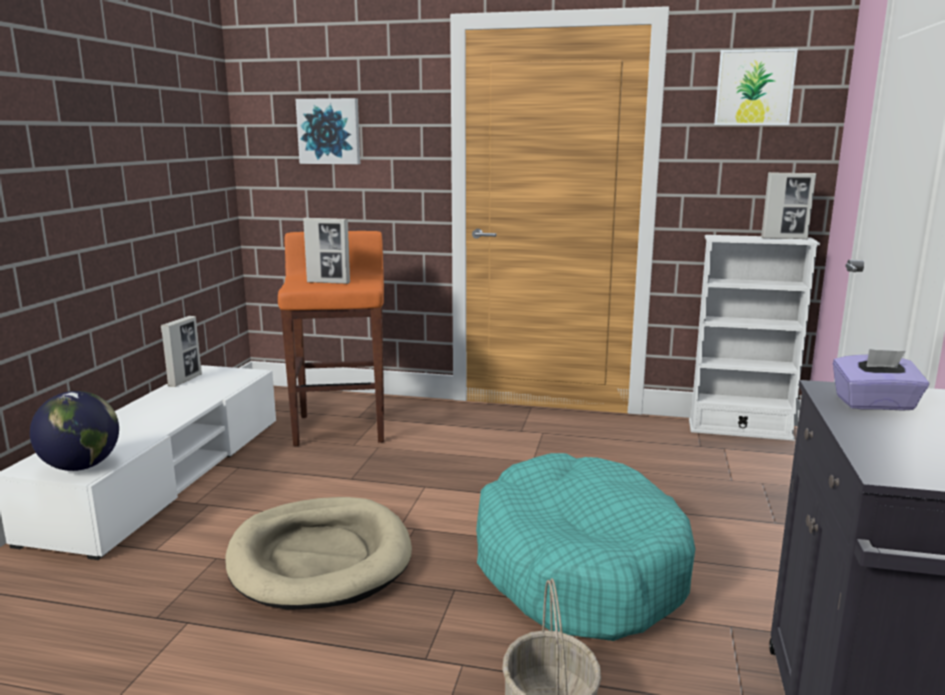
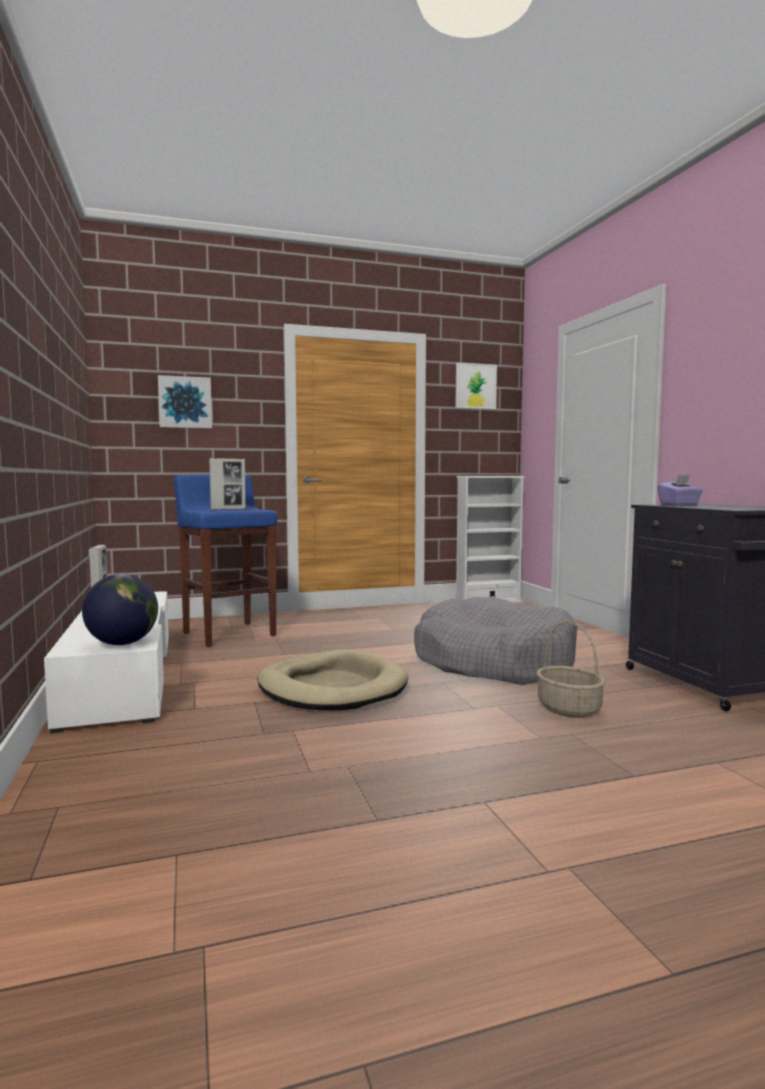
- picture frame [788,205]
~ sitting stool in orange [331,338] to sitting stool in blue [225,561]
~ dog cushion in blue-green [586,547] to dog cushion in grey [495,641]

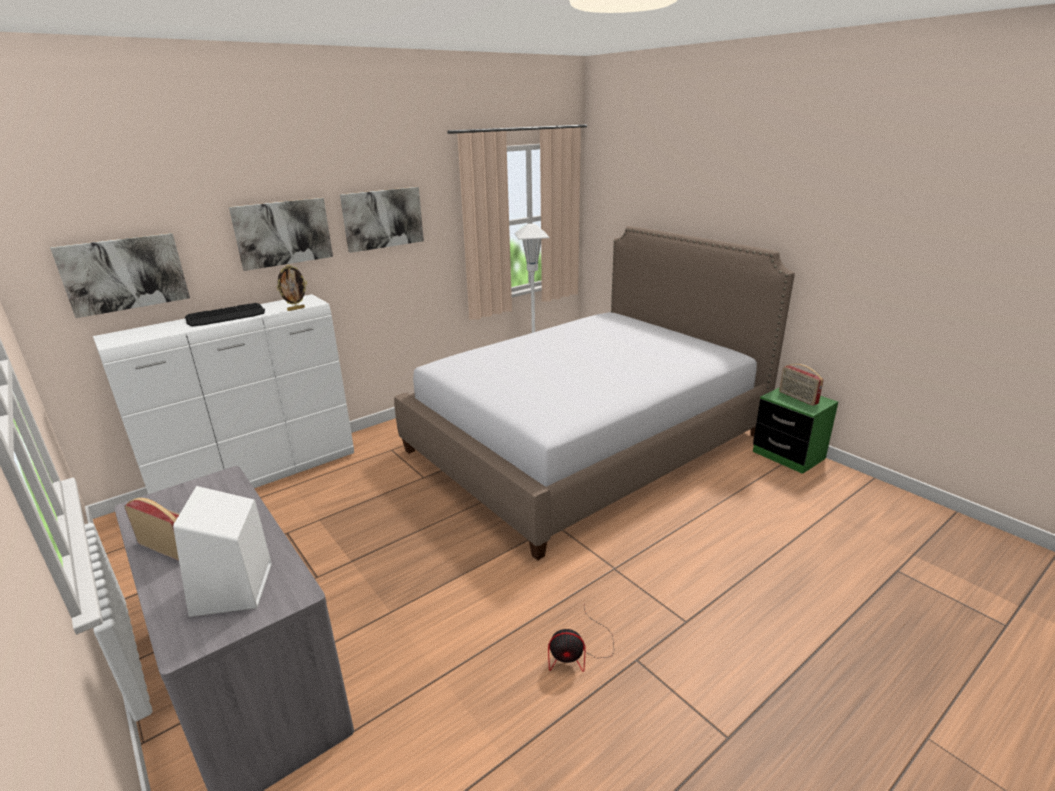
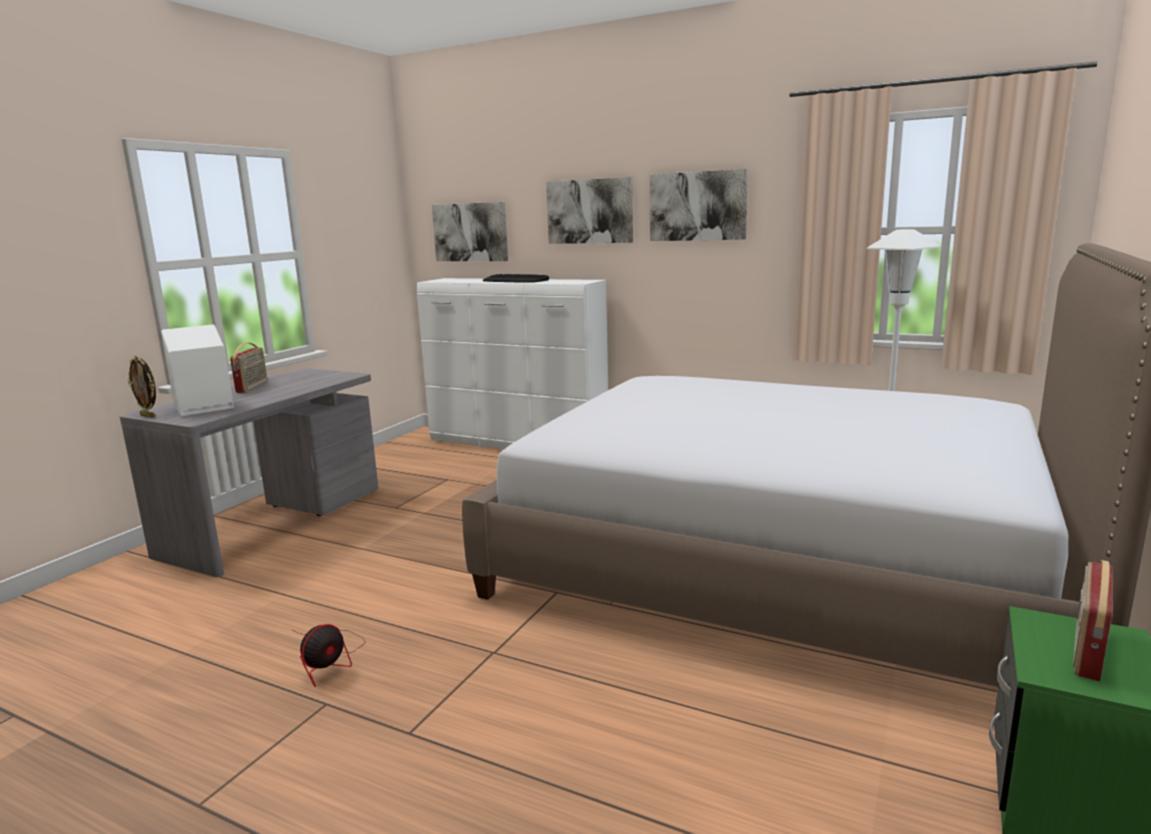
~ picture frame [292,288] to [142,387]
~ electric fan [581,639] = [329,655] 120 degrees counterclockwise

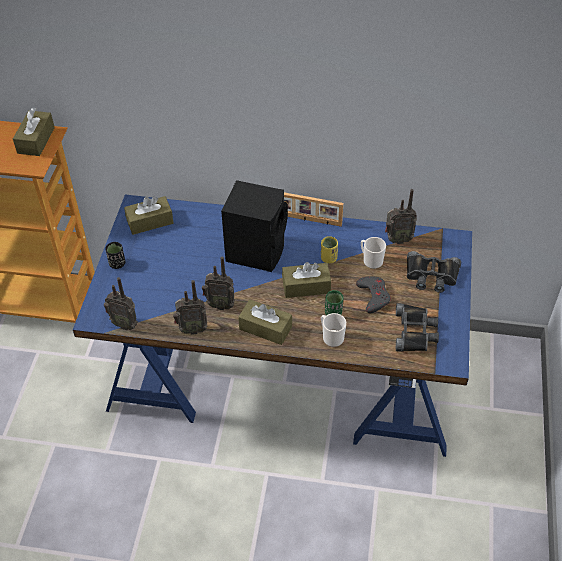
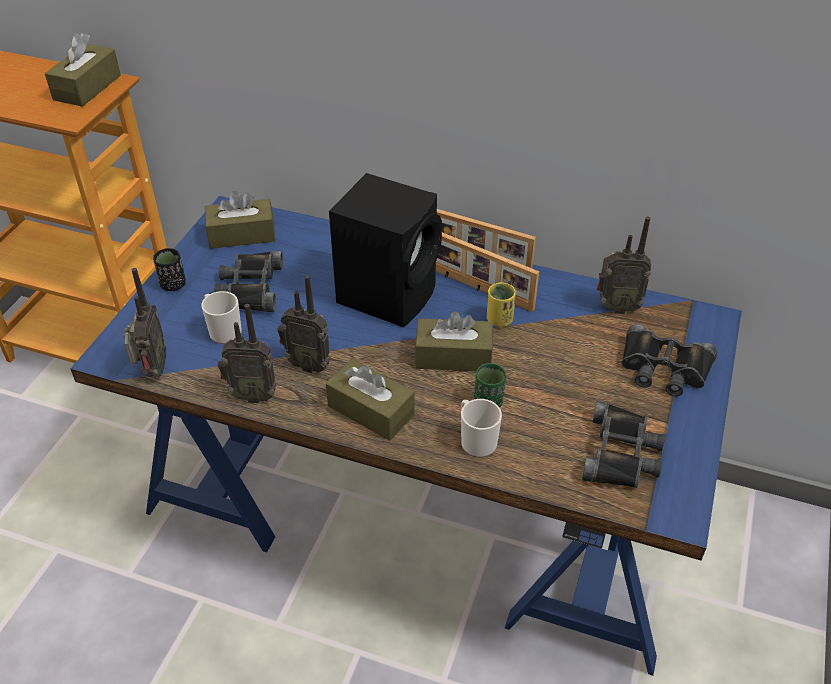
- game controller in grey [373,294]
+ binoculars in black [248,281]
+ picture frame [487,272]
~ coffee mug [373,253] to [221,317]
~ radio receiver [121,303] = [144,322] 120 degrees counterclockwise

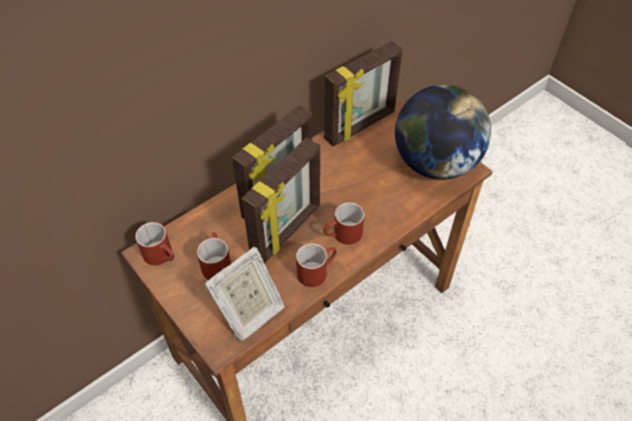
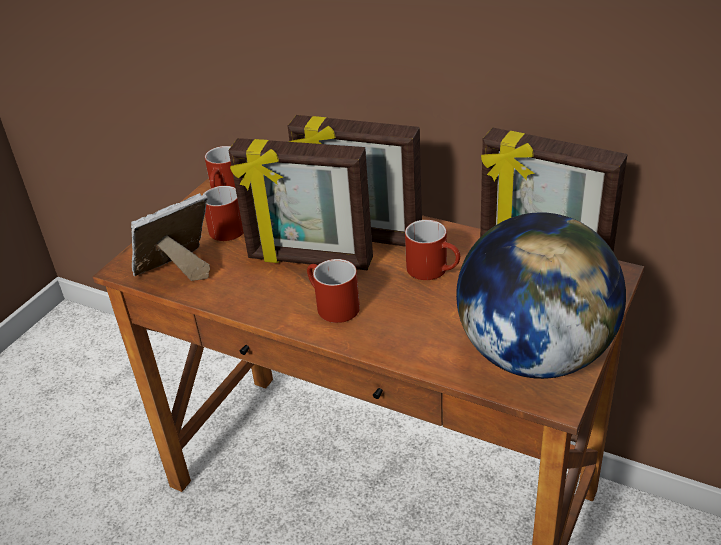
~ coffee mug in reddish [316,265] to [432,250]
~ picture frame [245,294] = [170,237] 120 degrees clockwise

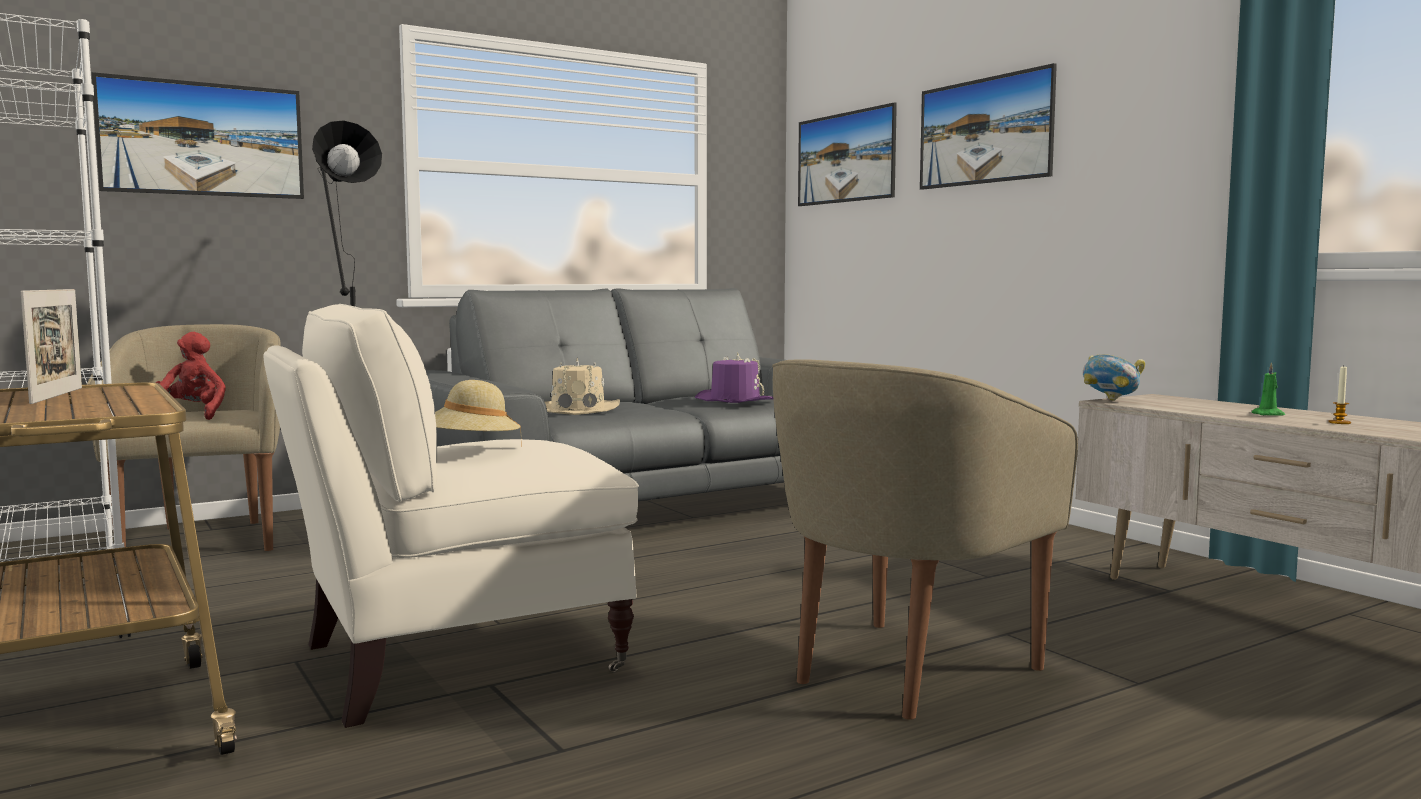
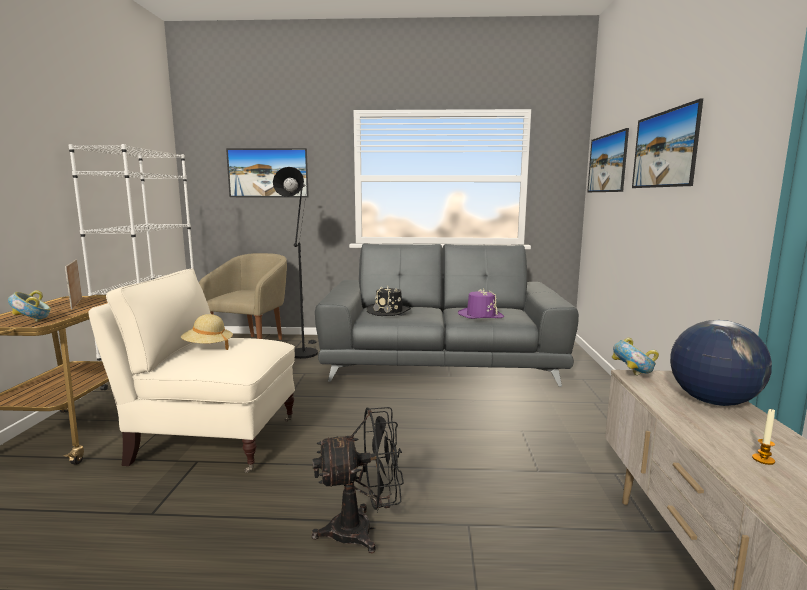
- cuddly toy in reddish [191,376]
- candle in green-coloured [1268,389]
+ deep dish [29,306]
+ globe [721,363]
~ easy chair in beige [925,539] to electric fan in black [357,480]
~ wearable hat in beige [582,386] to wearable hat in black [389,301]
~ picture frame [51,346] = [73,284] 135 degrees clockwise

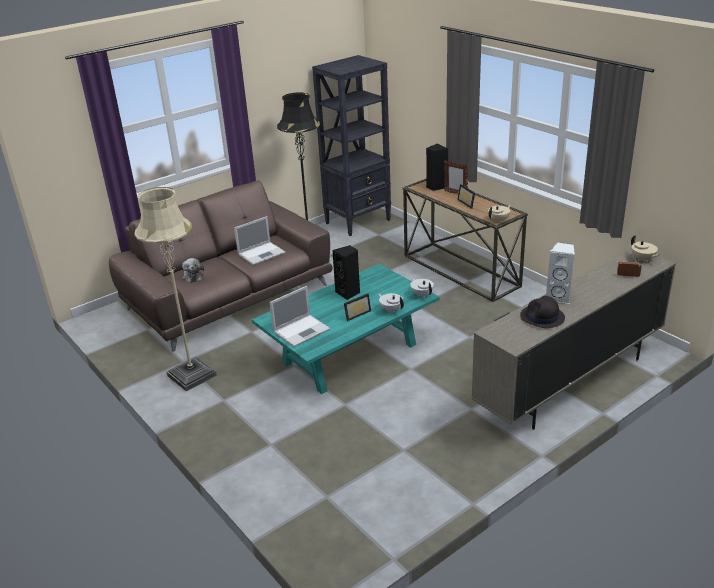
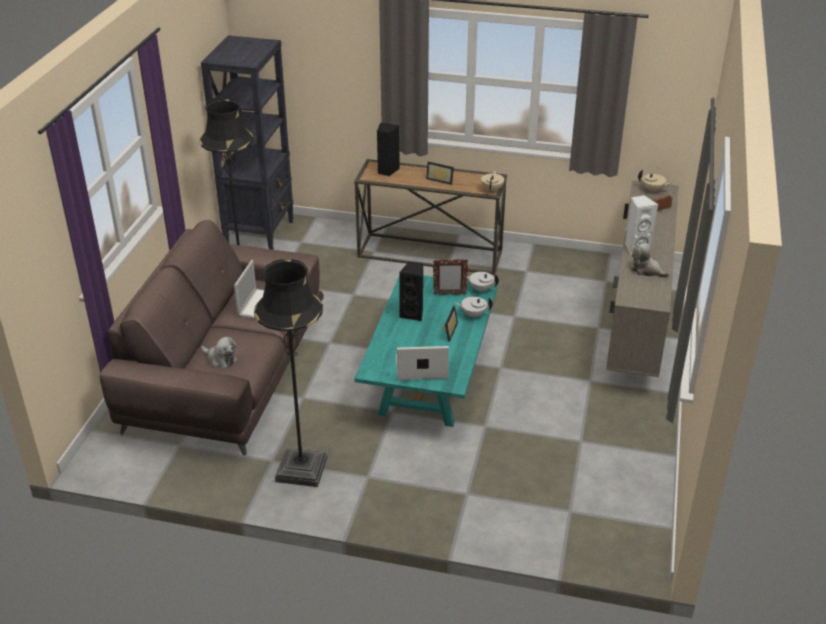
~ picture frame [456,177] to [450,277]
~ wearable hat in black [542,312] to cuddly toy [650,260]
~ standard lamp in beige [175,289] to standard lamp in black [291,373]
~ laptop [300,316] = [422,363] 105 degrees counterclockwise

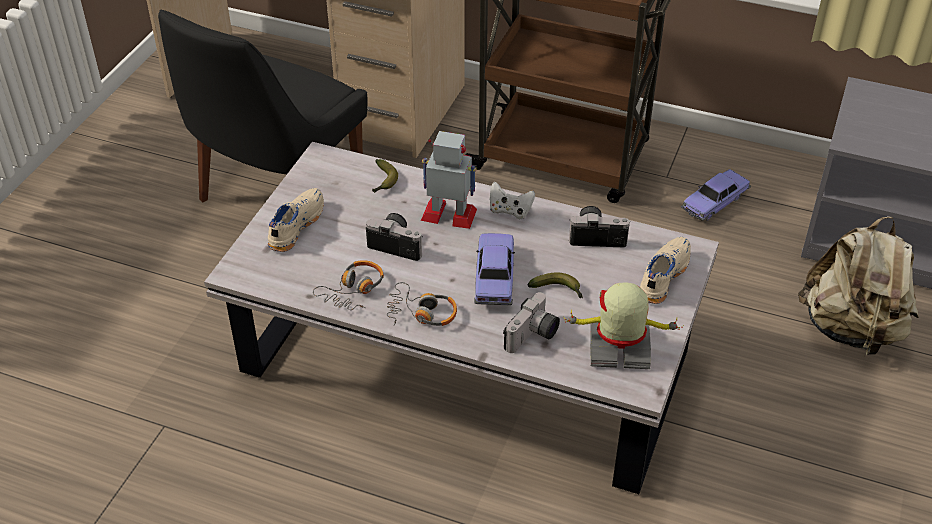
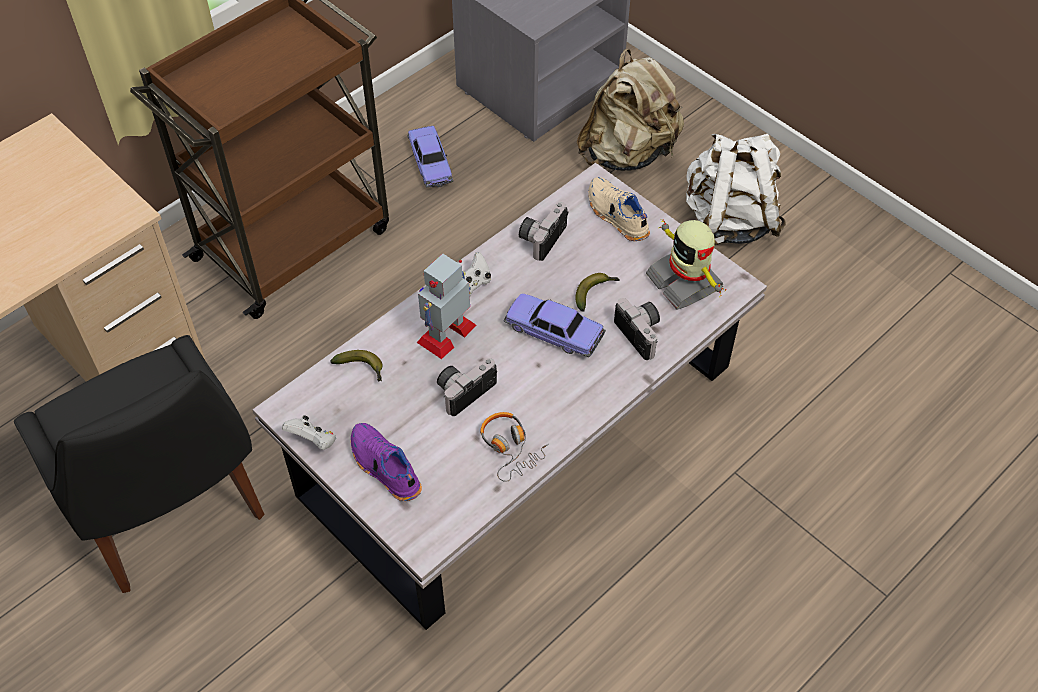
- headphones [422,304]
+ game controller in whitish [309,432]
+ knapsack in whitish [736,189]
~ shoe in beige [296,220] to shoe in purple [386,462]
~ robot figure [623,325] = [686,264] 60 degrees counterclockwise

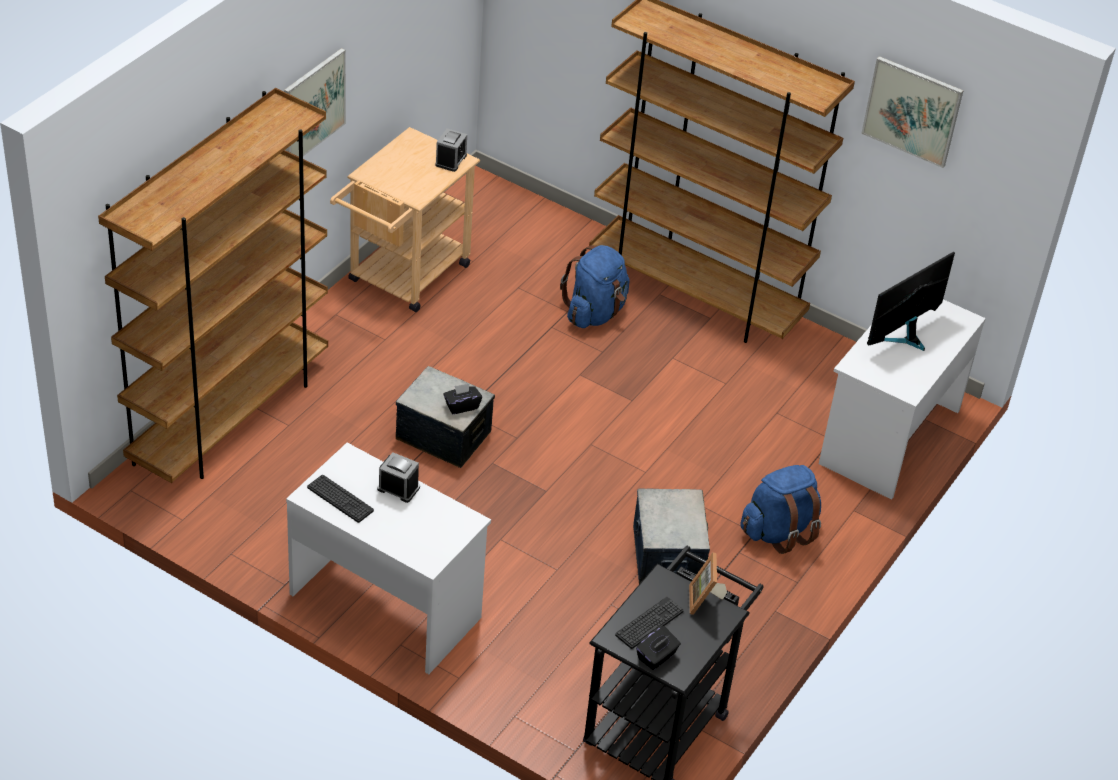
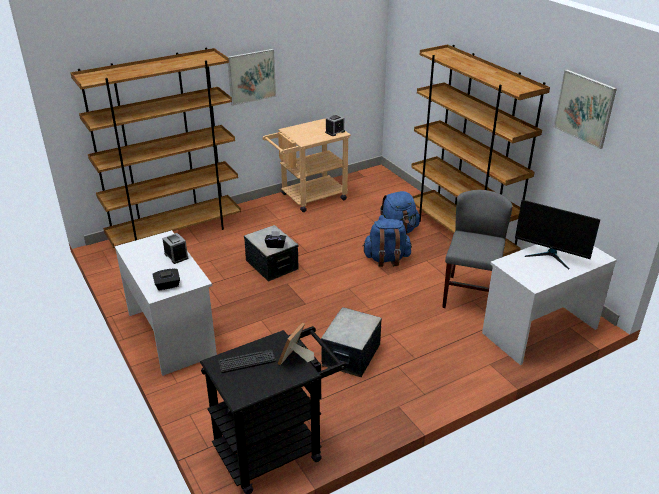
- keyboard [340,499]
+ upright chair in grey [477,249]
~ box of tissues in black [658,648] to [166,279]
~ knapsack in blue [780,509] to [387,243]
~ computer screen [911,301] = [557,235] 135 degrees counterclockwise

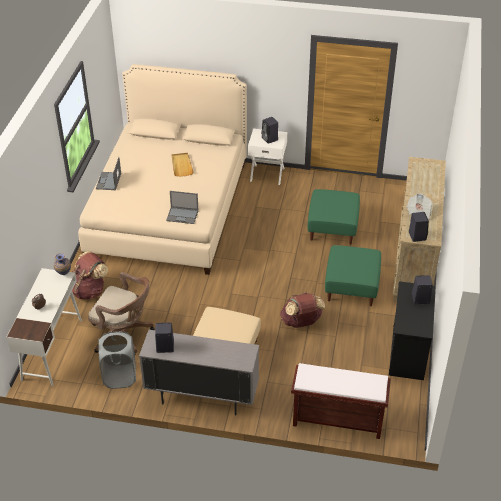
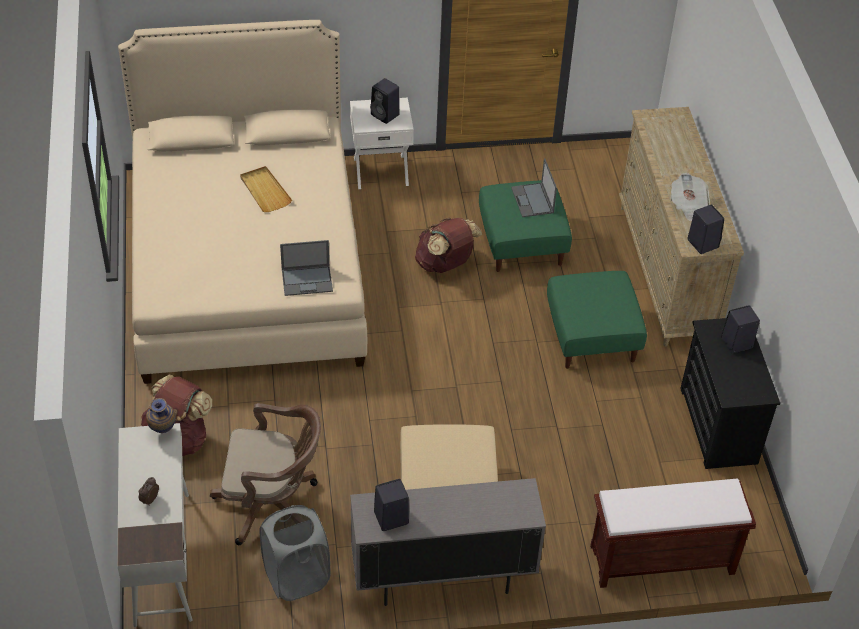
~ laptop [108,173] to [534,187]
~ knapsack in brownish [302,310] to [448,245]

